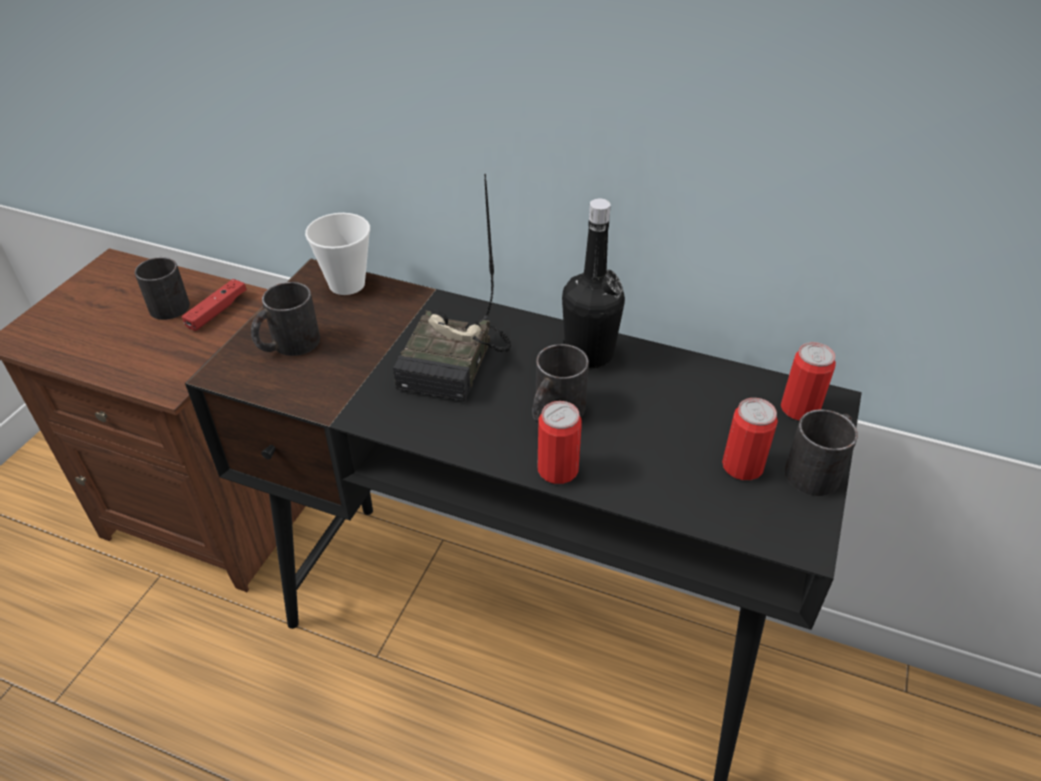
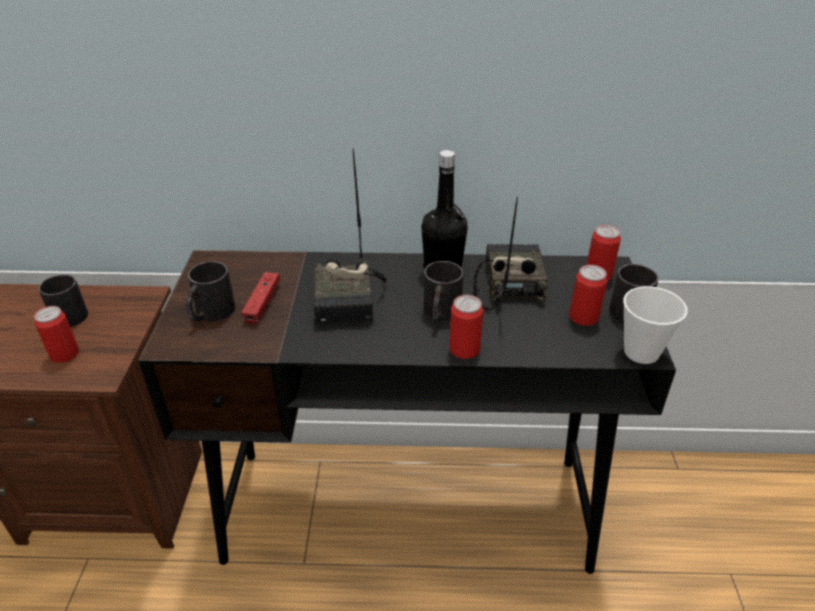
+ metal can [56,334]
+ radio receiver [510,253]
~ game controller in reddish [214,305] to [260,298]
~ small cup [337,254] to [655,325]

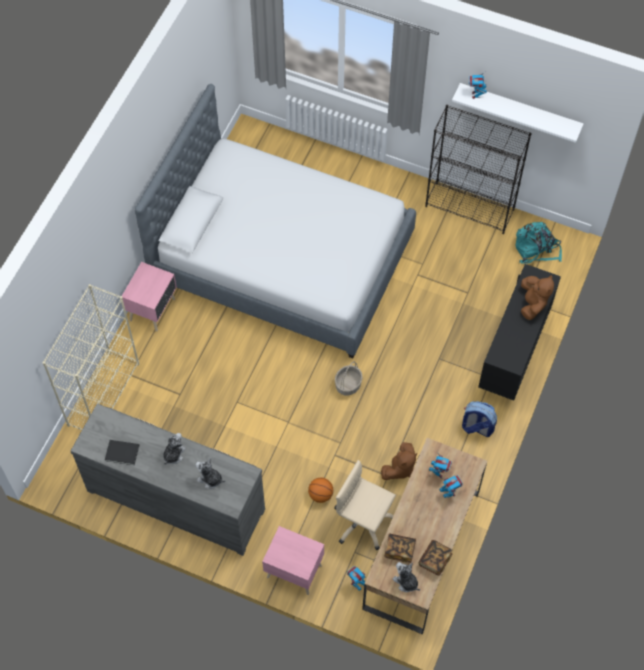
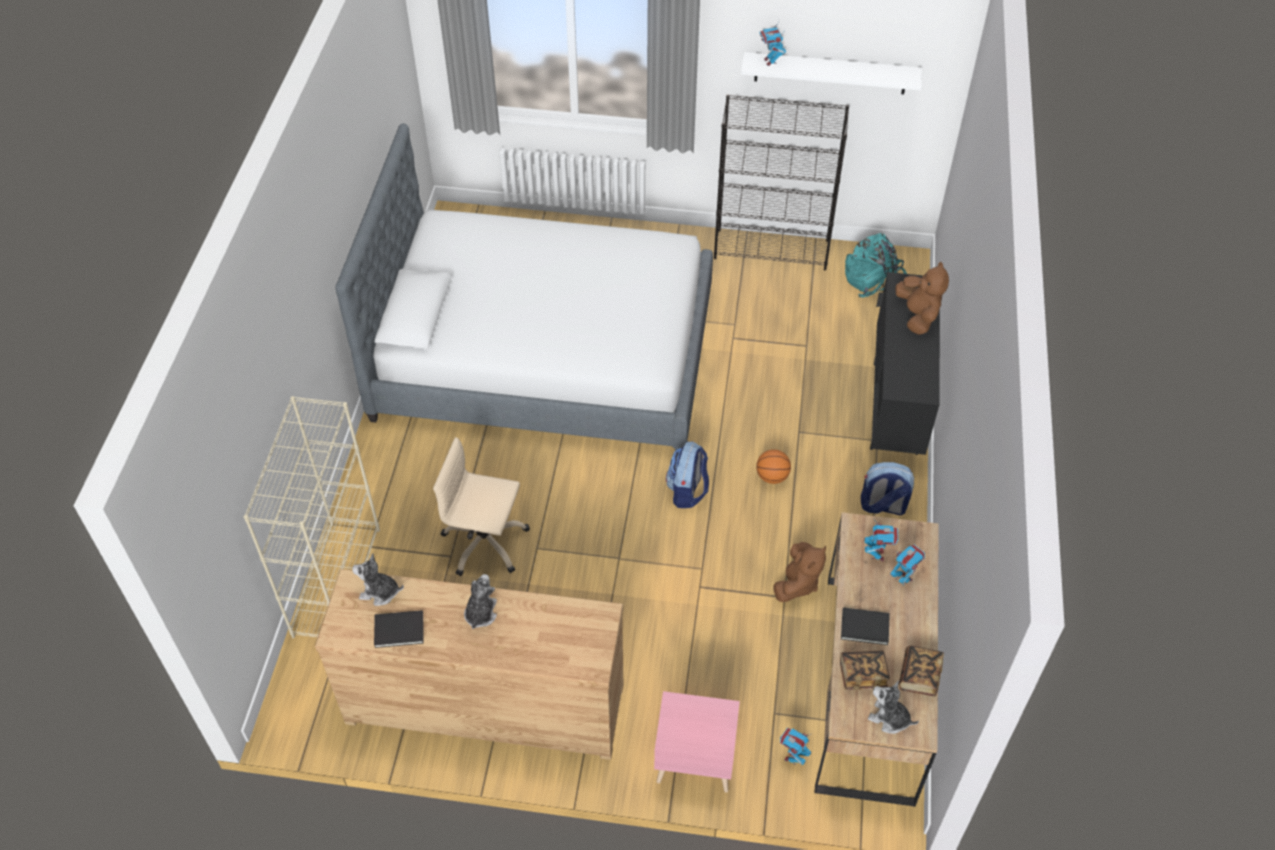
- night table in pink [149,297]
+ bound book in black [865,626]
~ cuddly toy [210,473] to [378,579]
~ ball for basketball [320,490] to [773,466]
~ computer chair in beige [365,505] to [481,506]
~ basket [349,378] to knapsack [687,474]
~ chest of drawers in grey [168,480] to chest of drawers in brownish [469,664]

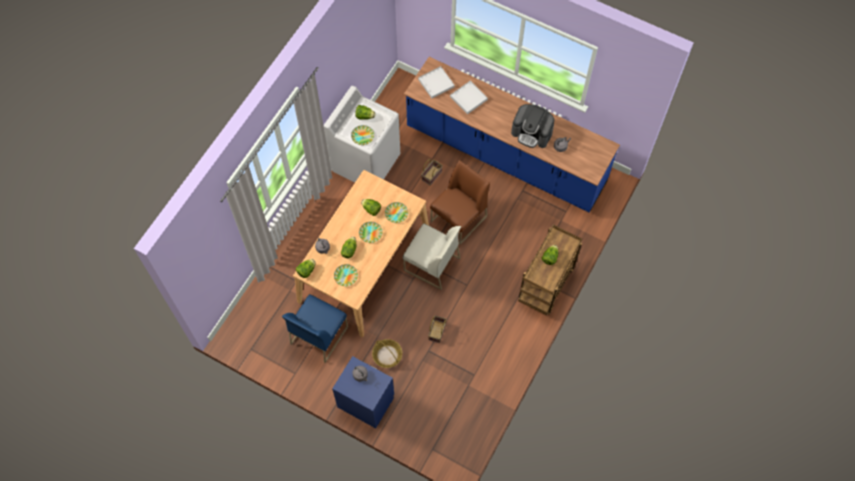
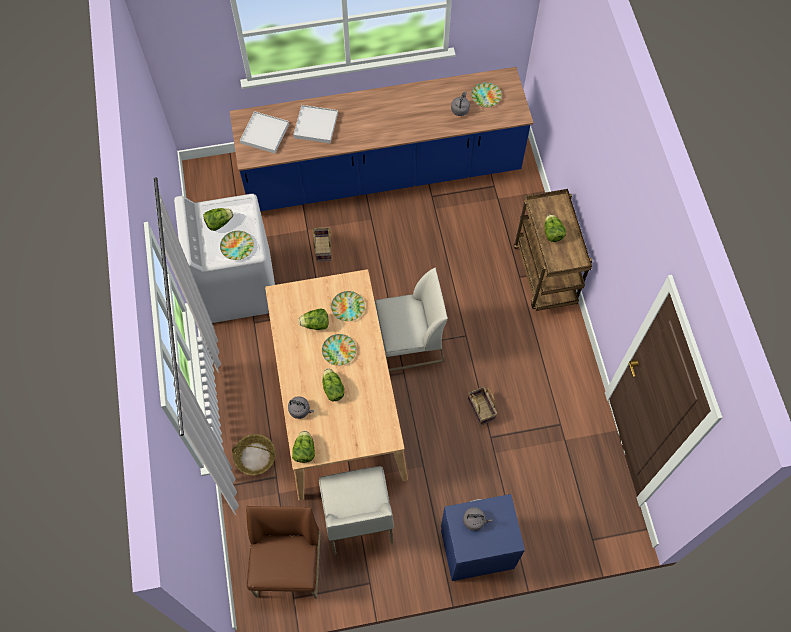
- coffee machine [532,126]
~ dinner plate [346,275] to [486,94]
~ basket [387,353] to [254,454]
~ upright chair in brownish [460,202] to [283,552]
~ upright chair in blue [315,328] to upright chair in whitish [356,510]

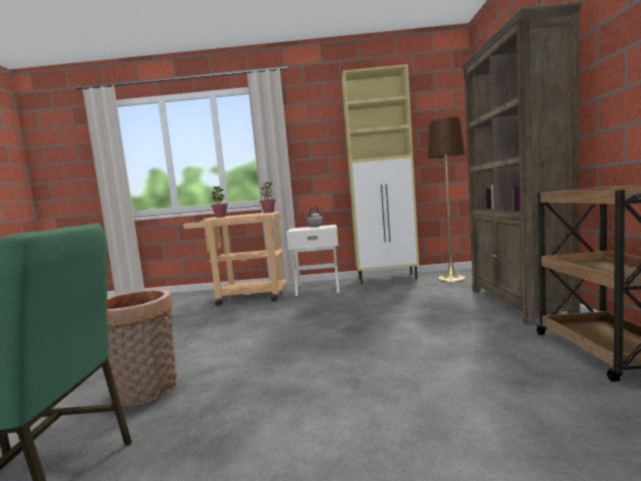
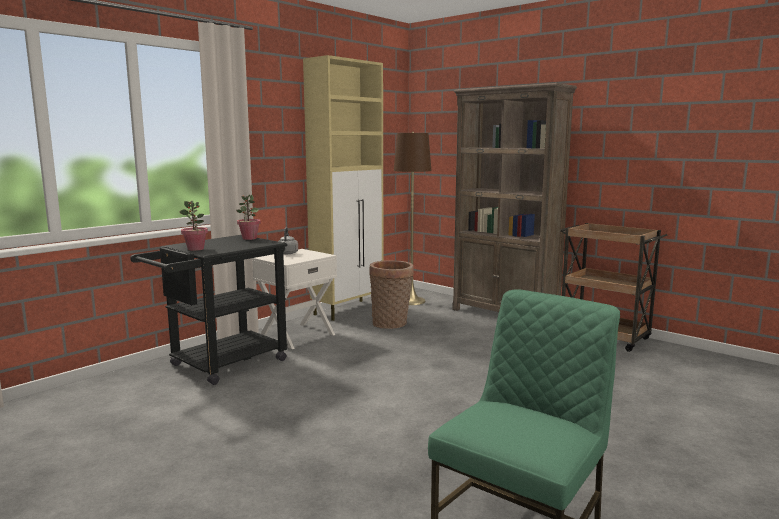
~ basket [142,347] to [391,294]
~ wheeled cart in beige [234,259] to wheeled cart in black [208,310]

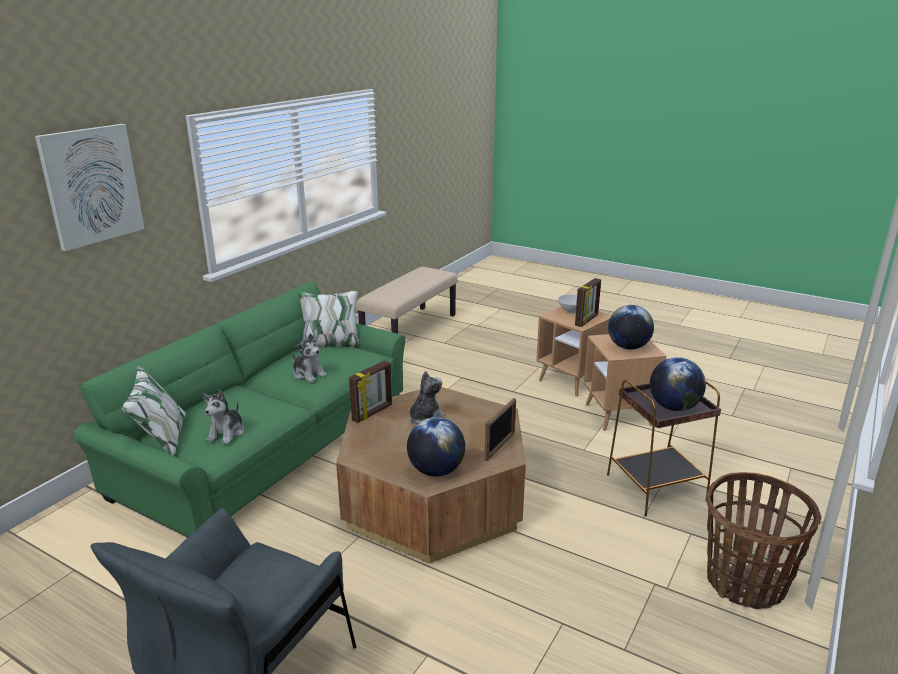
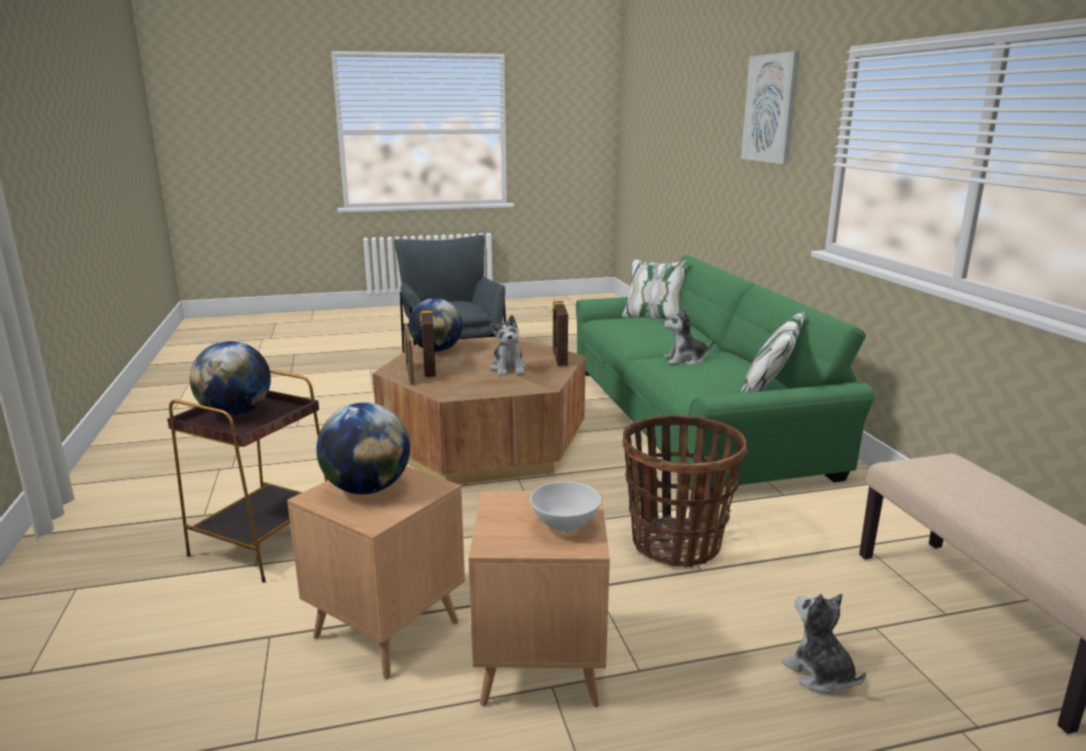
~ cuddly toy [223,417] to [824,644]
~ picture frame [588,302] to [428,343]
~ basket [764,540] to [684,491]

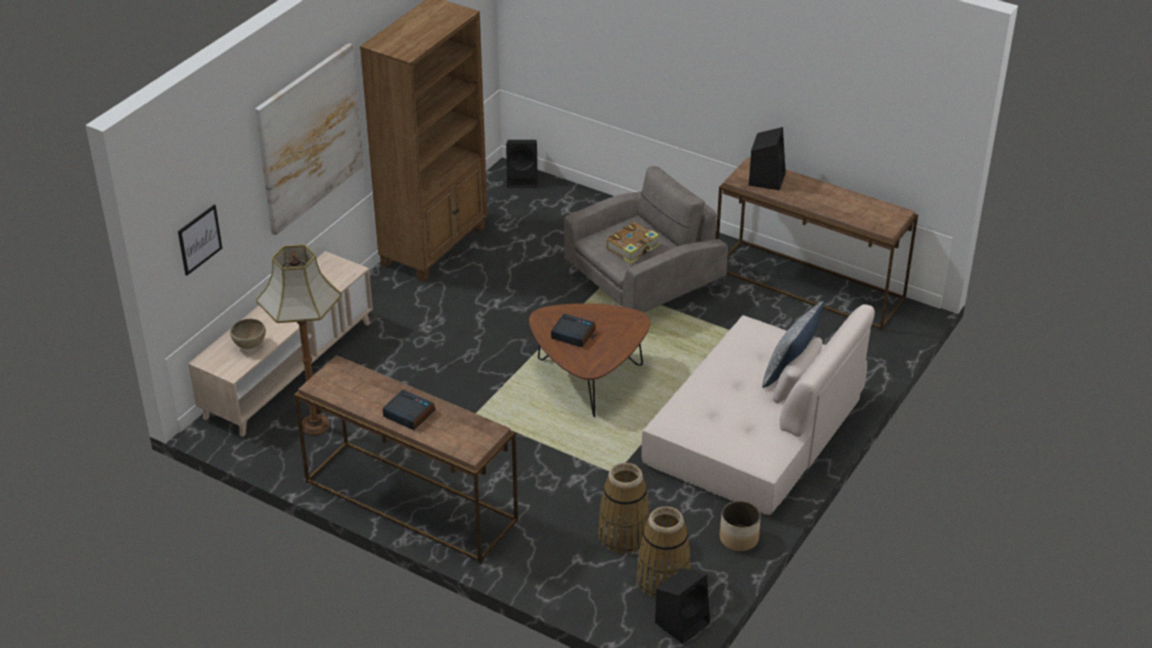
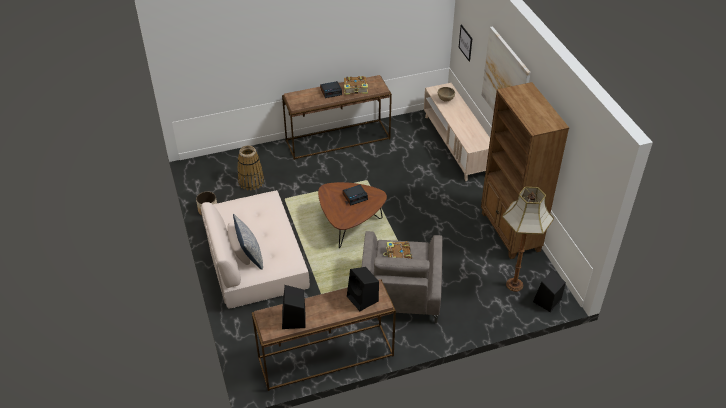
- basket [663,552]
+ bound book [356,85]
~ standard lamp [299,339] to [528,239]
~ audio speaker in black [682,606] to [294,307]

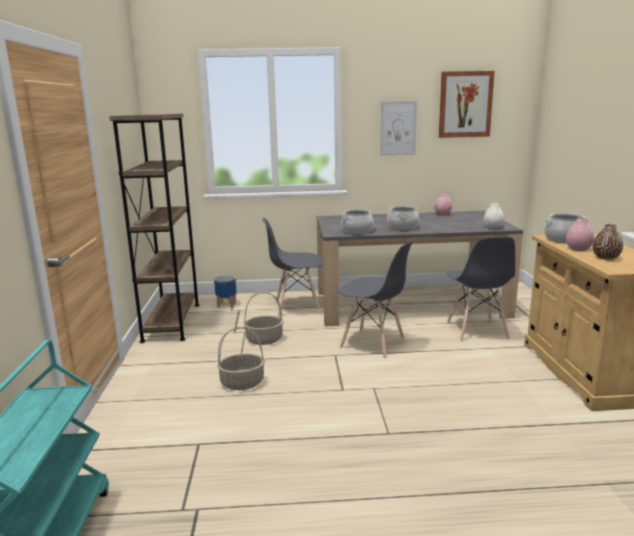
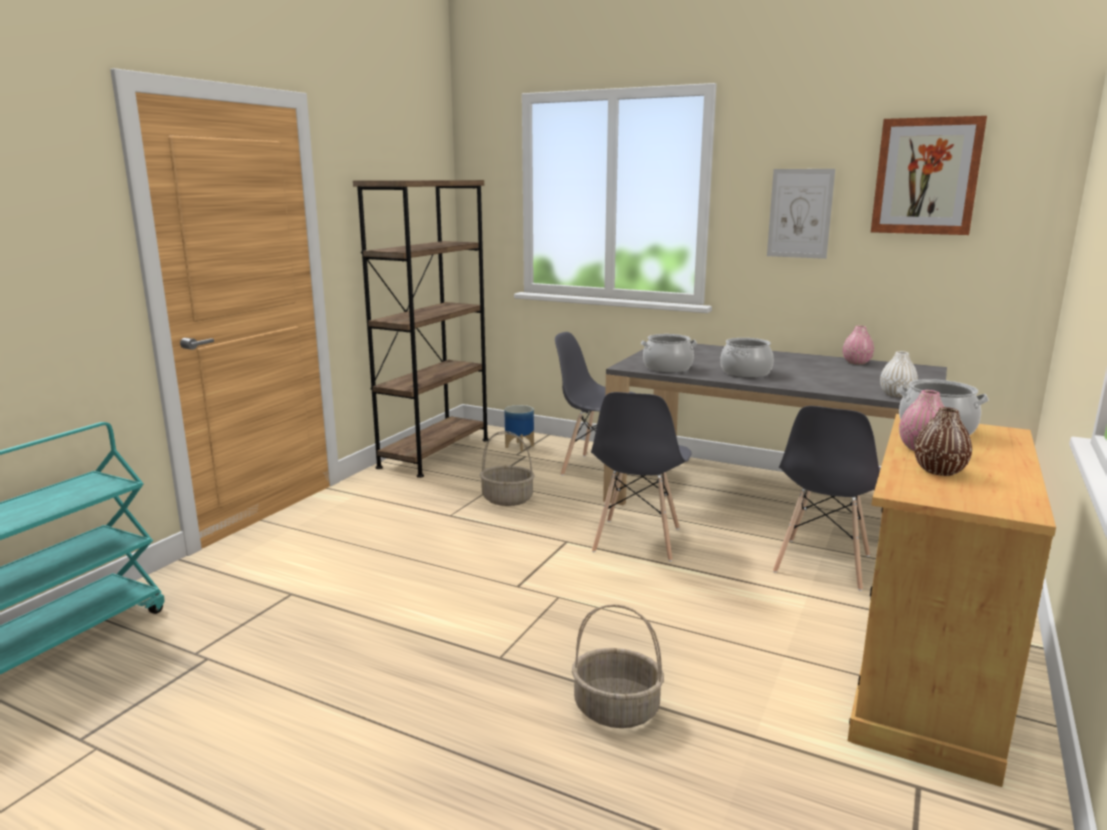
~ basket [241,358] to [618,666]
~ upright chair in grey [375,299] = [641,476] 45 degrees clockwise

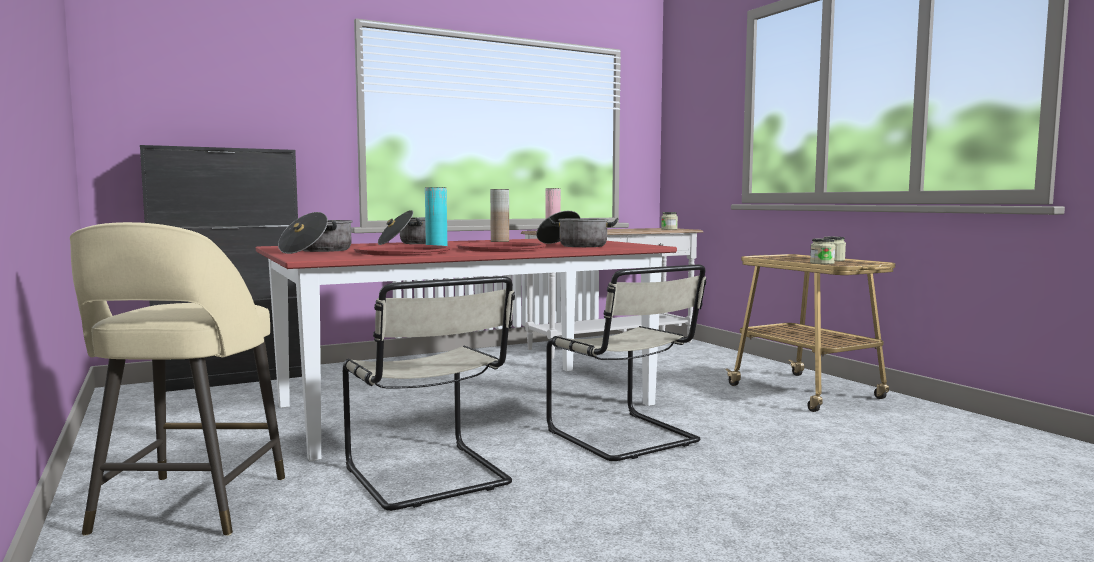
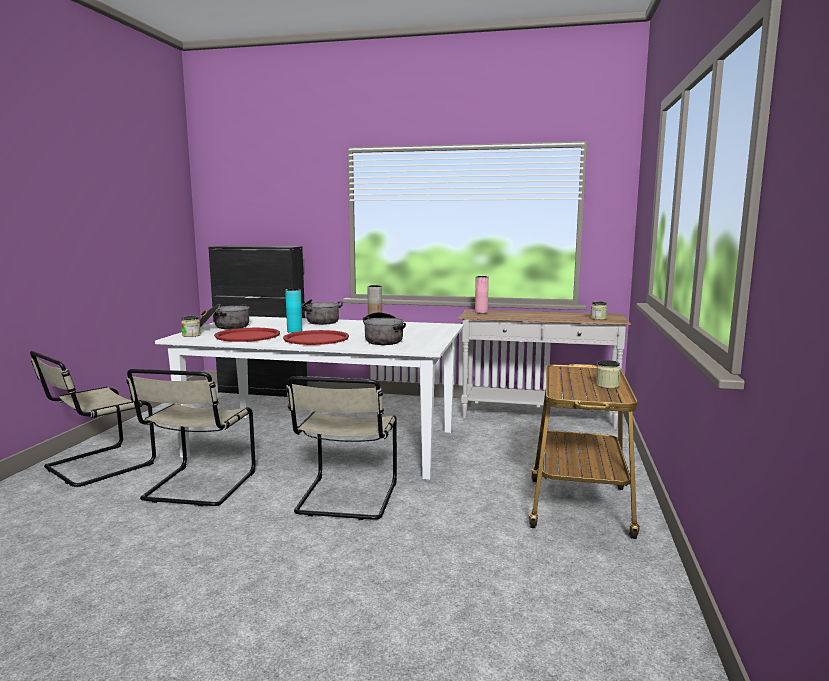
~ storage jar [822,251] to [191,326]
~ sitting stool in beige [177,379] to upright chair in beige [93,419]
~ kitchen table in reddish [466,350] to kitchen table in whitish [309,398]

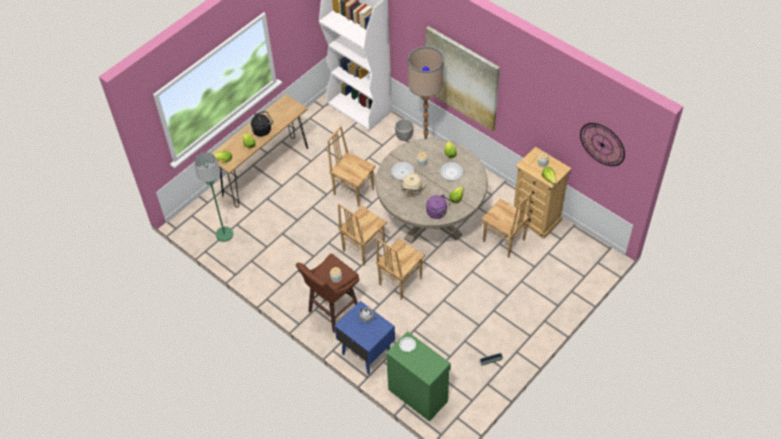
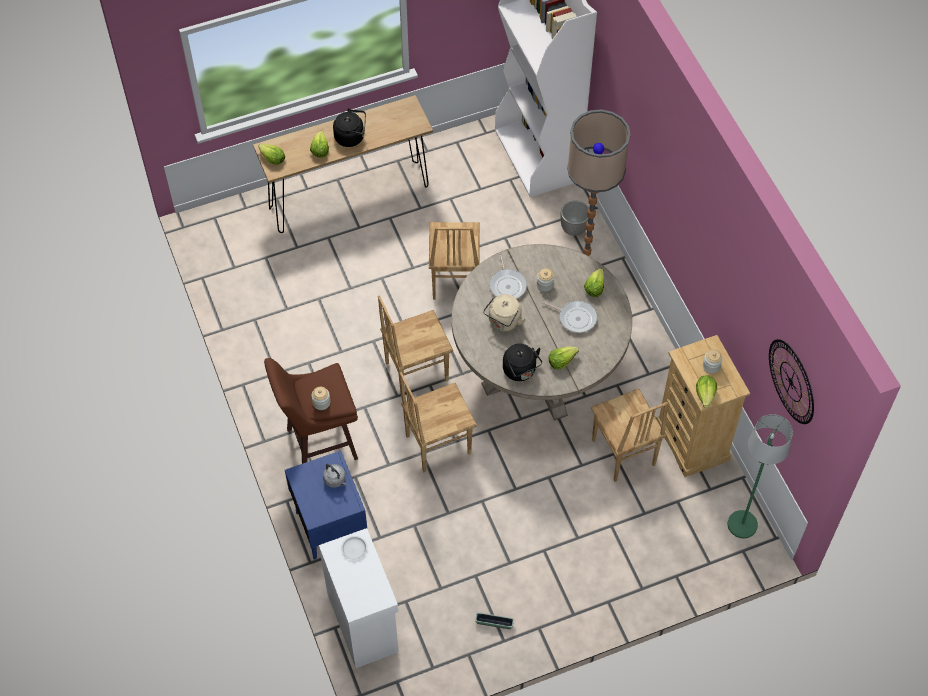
- wall art [463,79]
~ standard lamp in green-coloured [213,197] to [760,476]
~ storage cabinet in green-coloured [418,376] to storage cabinet in whitish [359,598]
~ water kettle in purple [438,206] to water kettle in black [522,362]
~ upright chair in brownish [351,166] = [454,261] 150 degrees counterclockwise

